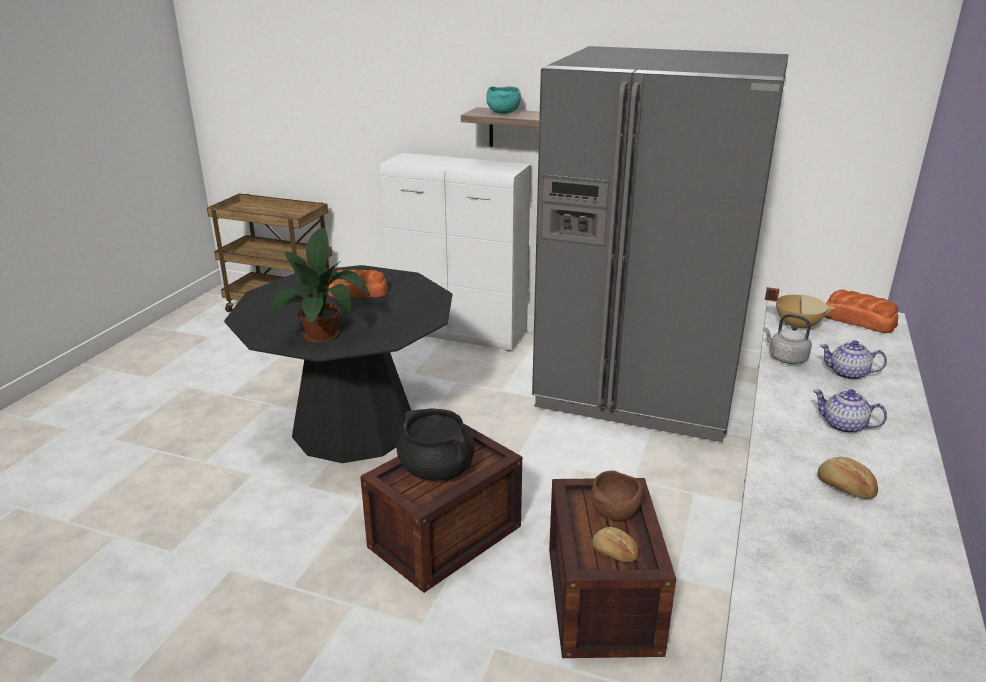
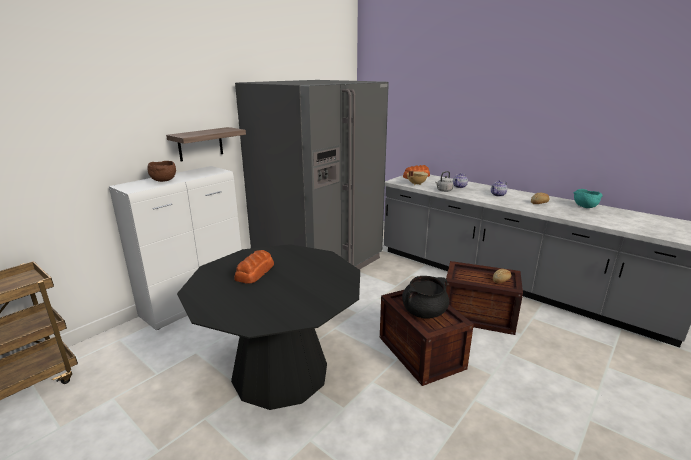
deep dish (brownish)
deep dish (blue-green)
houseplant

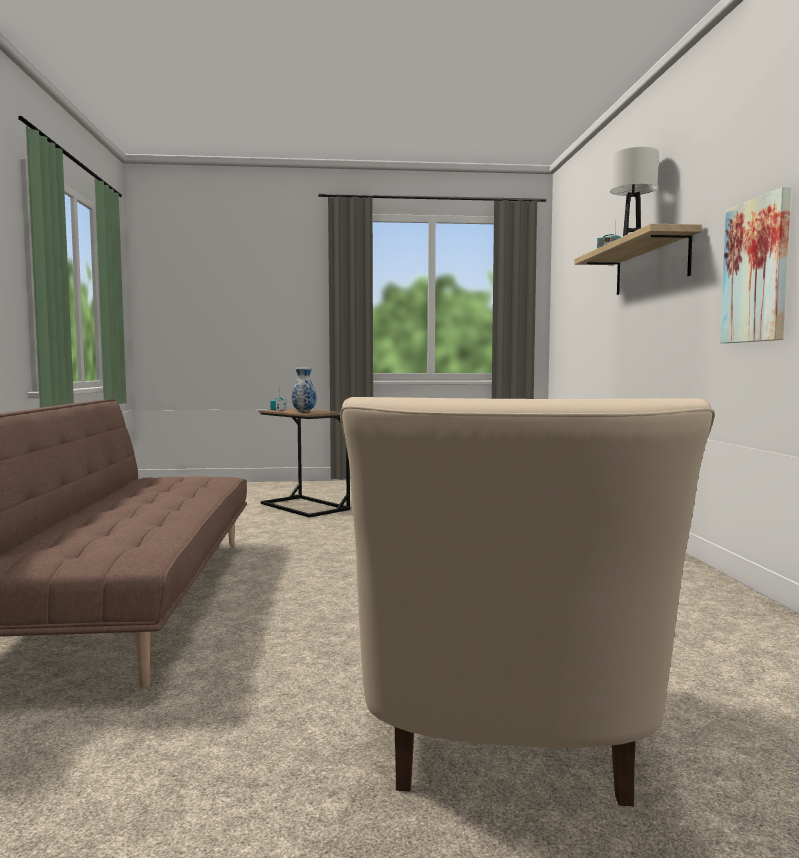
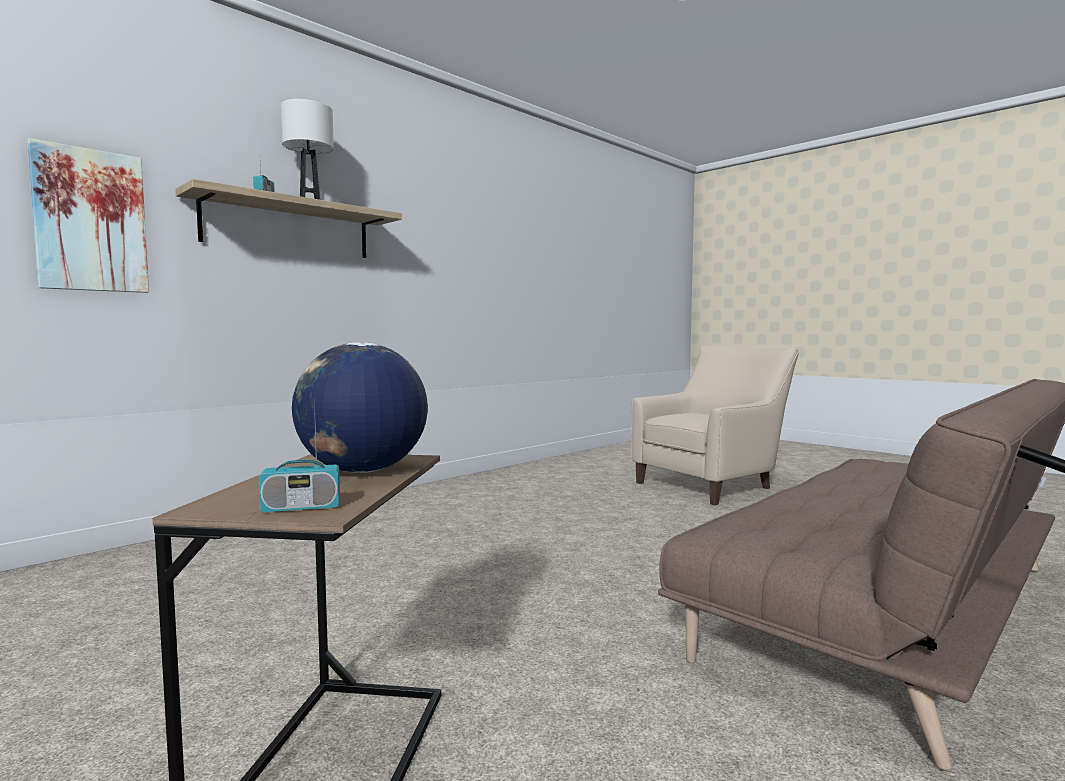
wall art
world globe

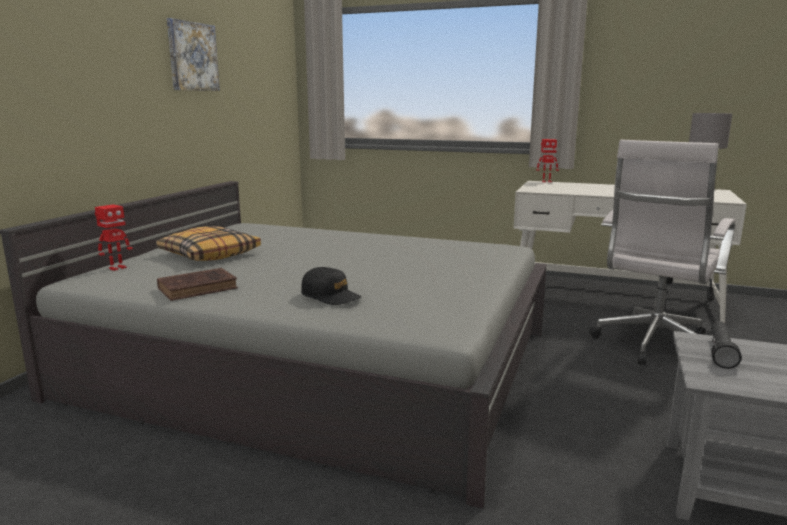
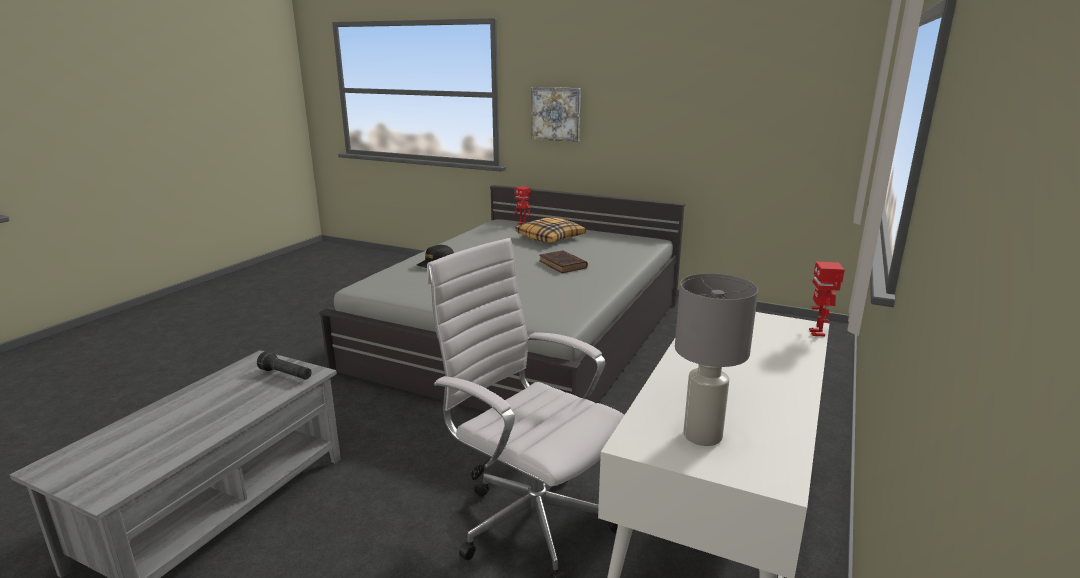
wall art
volume (brownish)

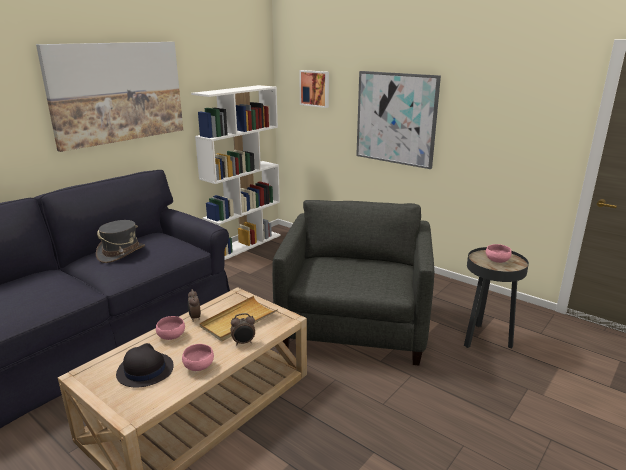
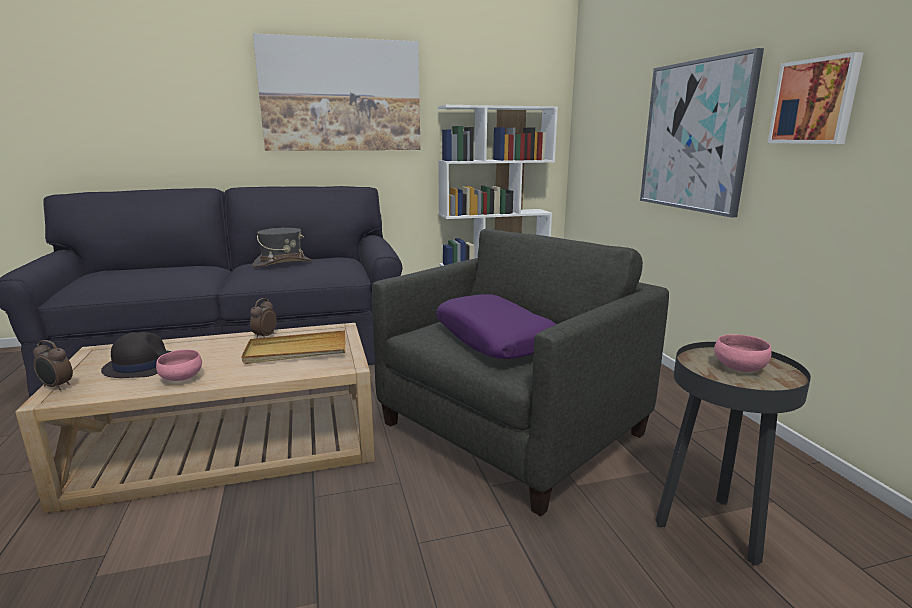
bedside clock (1st from left)
pillow (purple)
wall art (3rd from left)
deep dish (pinkish) (1st from left in the first image)

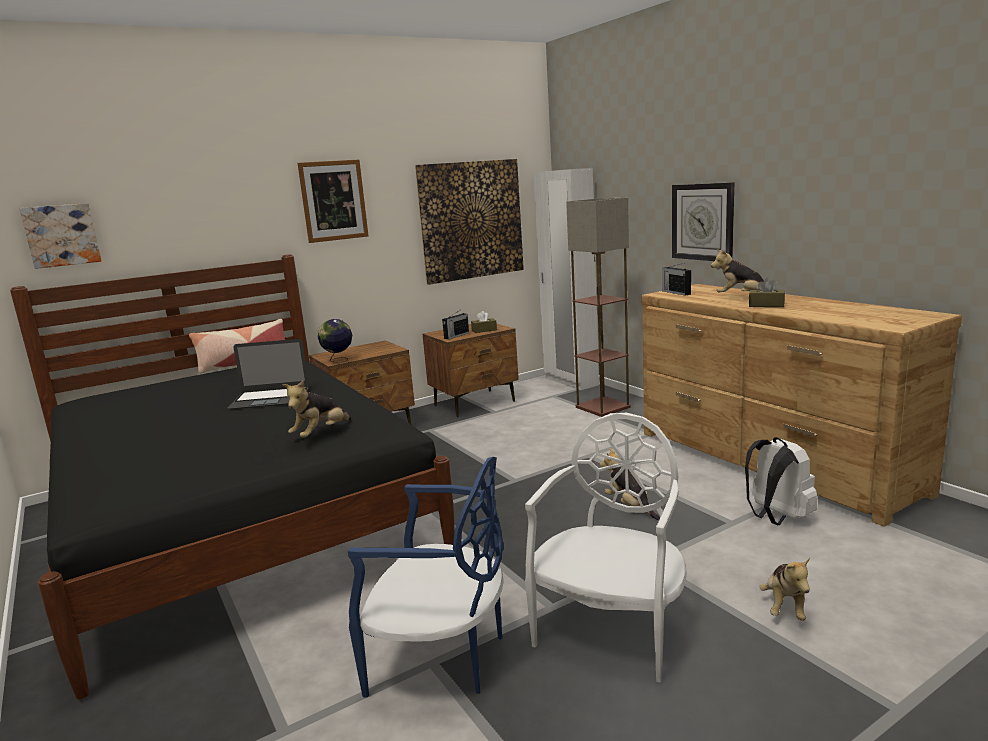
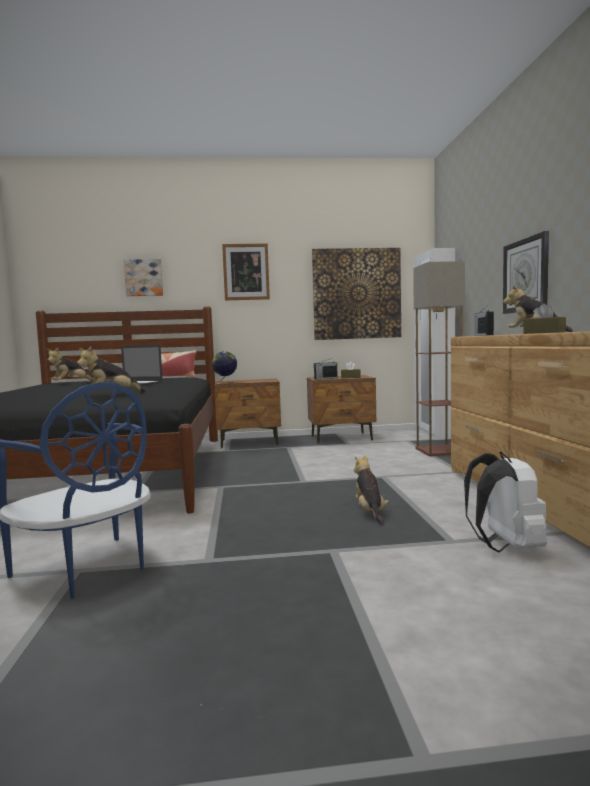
cuddly toy (1st from left)
wall art (1st from left)
plain chair (whitish)

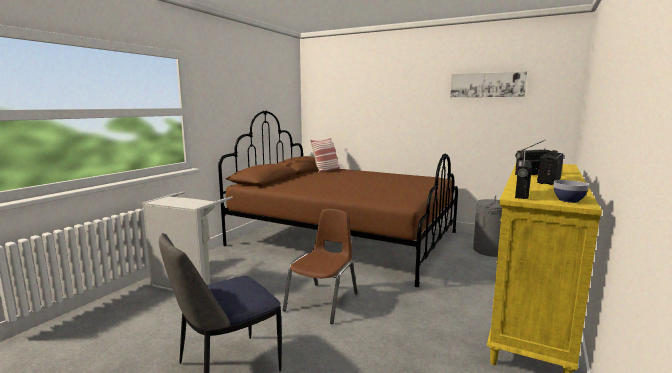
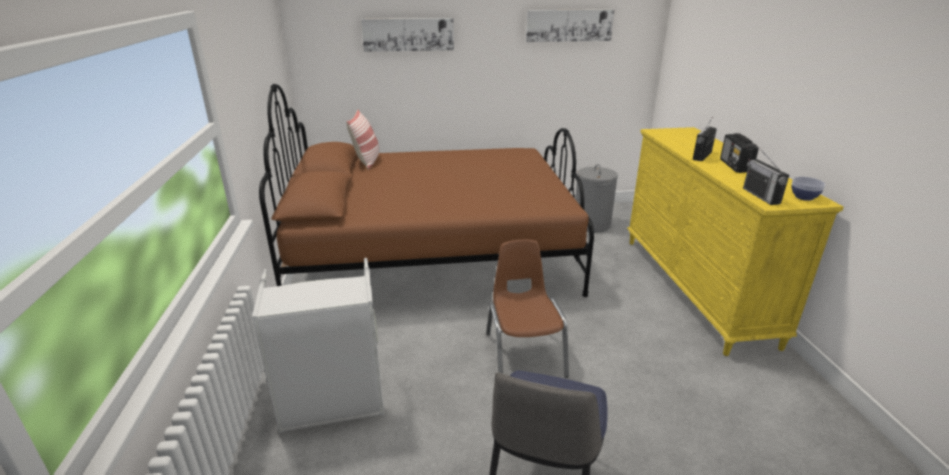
wall art (1st from left)

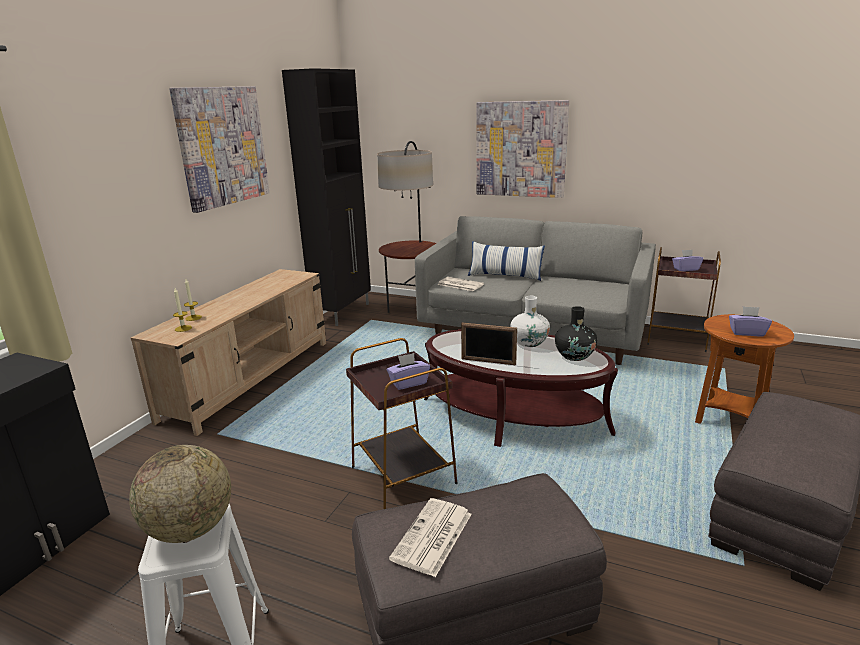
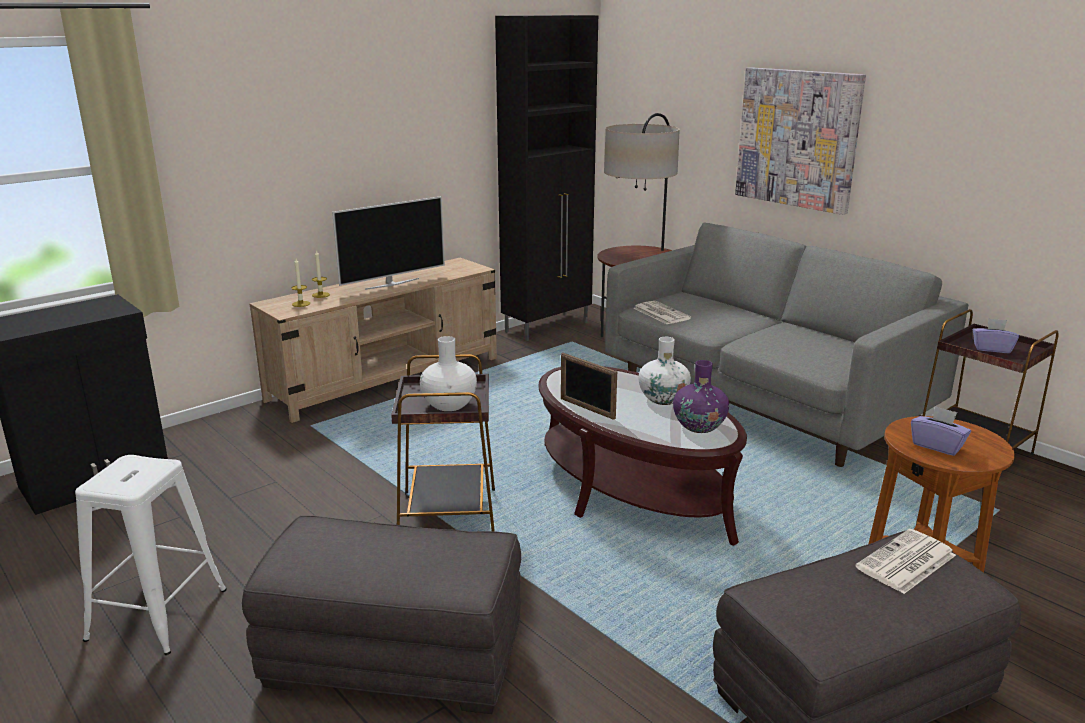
television
vase (whitish) (1st from left)
vase (purple)
newspaper (2nd from left)
world globe
wall art (1st from left in the first image)
pillow

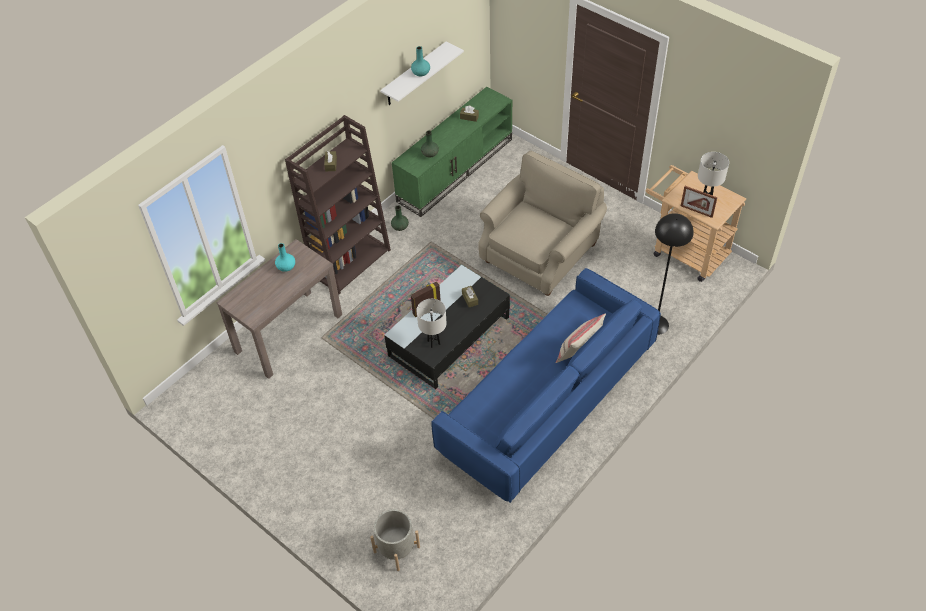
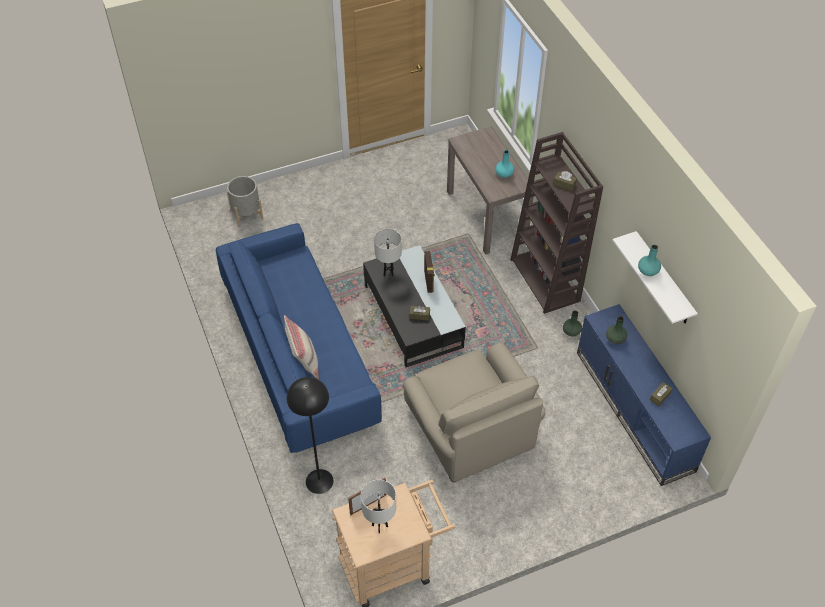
media console (blue)

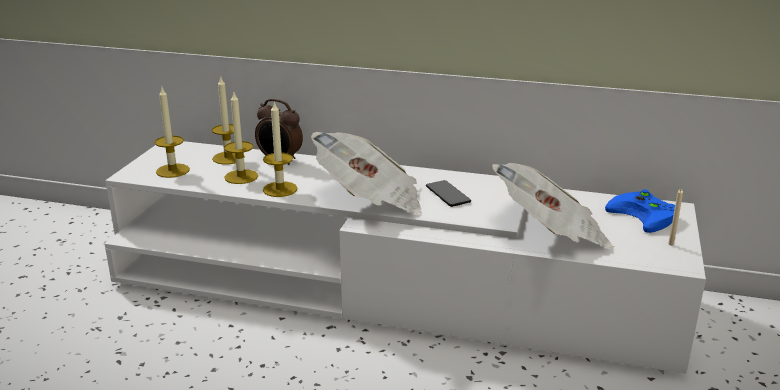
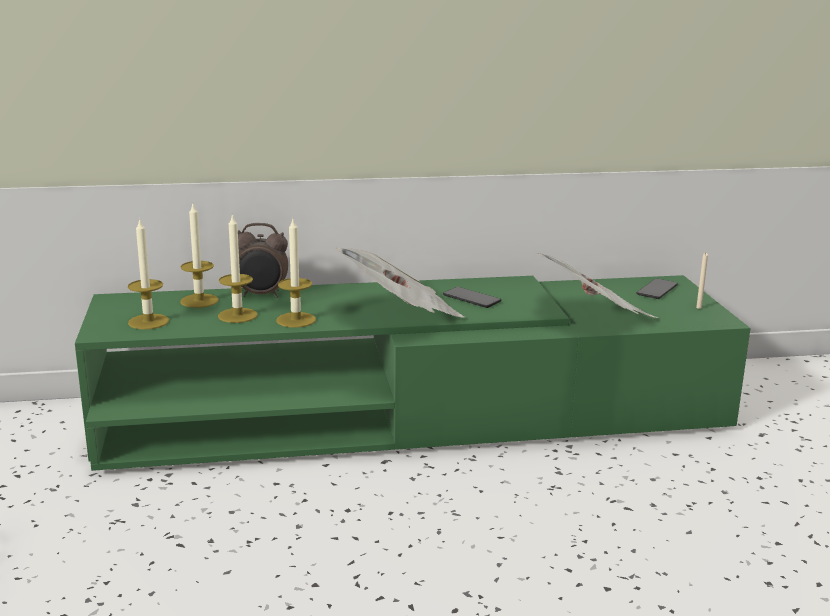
media console (green)
telephone (2nd from left)

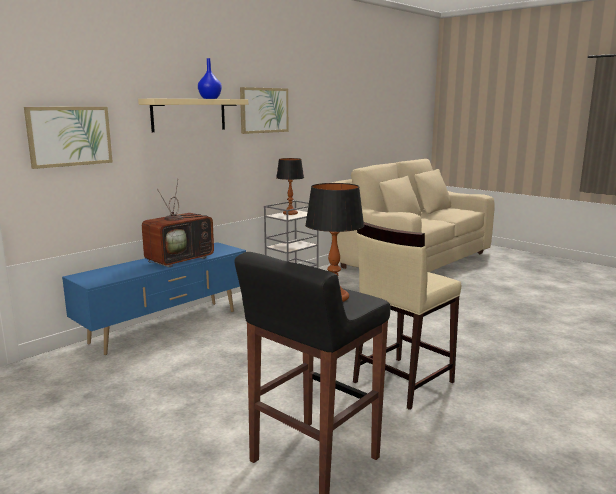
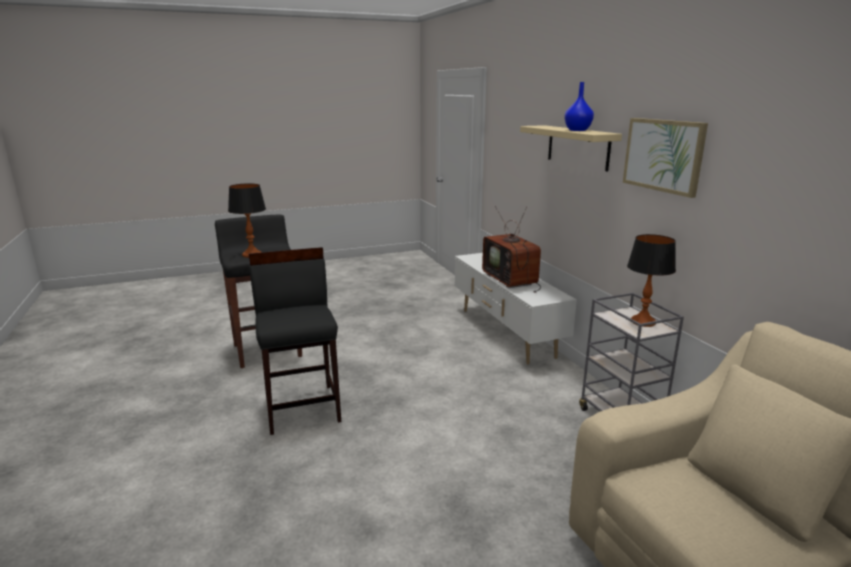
sitting stool (black) (2nd from left)
media console (whitish)
wall art (1st from left in the first image)

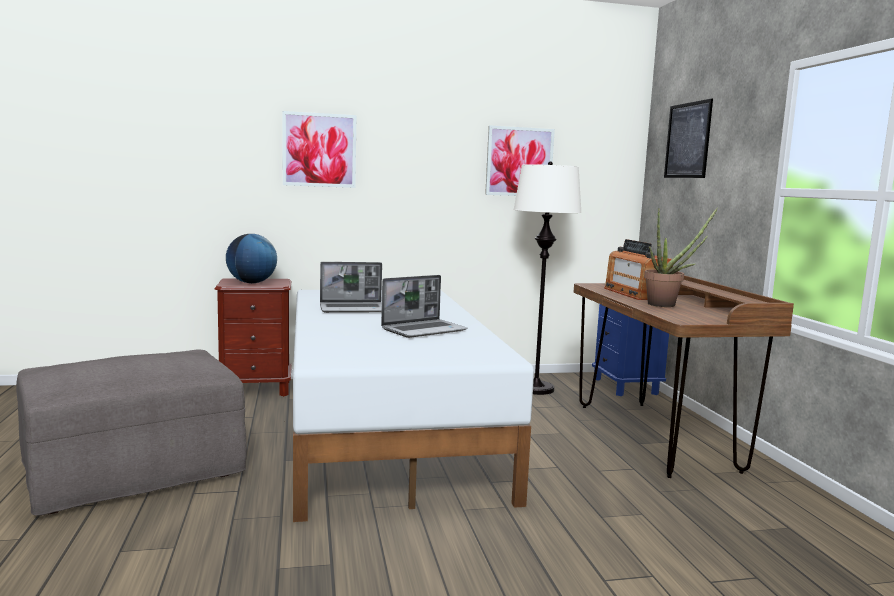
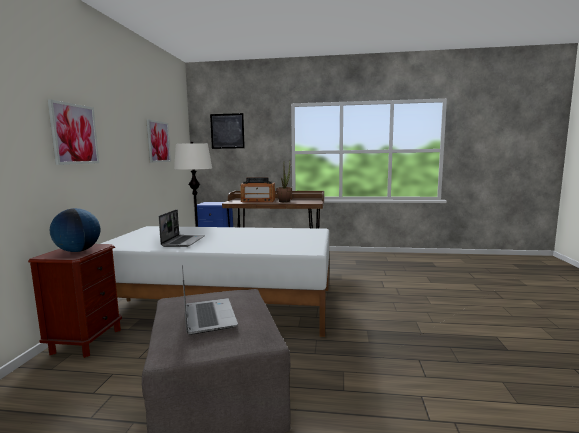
portable computer (2nd from left)

